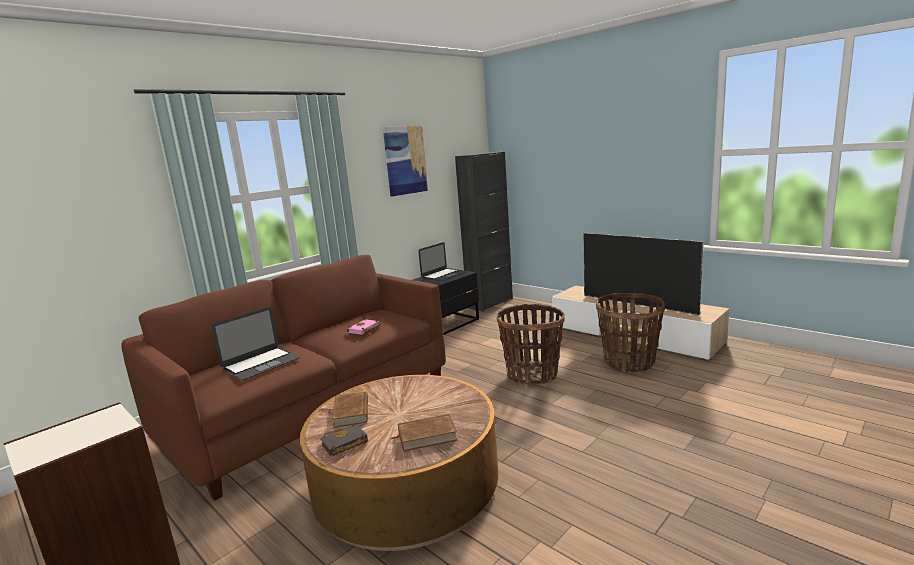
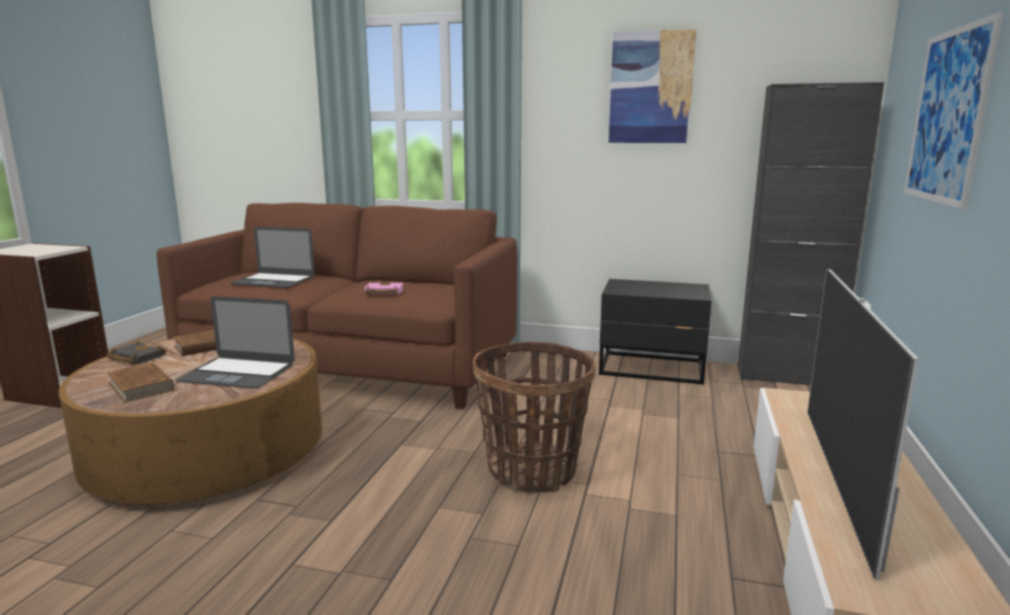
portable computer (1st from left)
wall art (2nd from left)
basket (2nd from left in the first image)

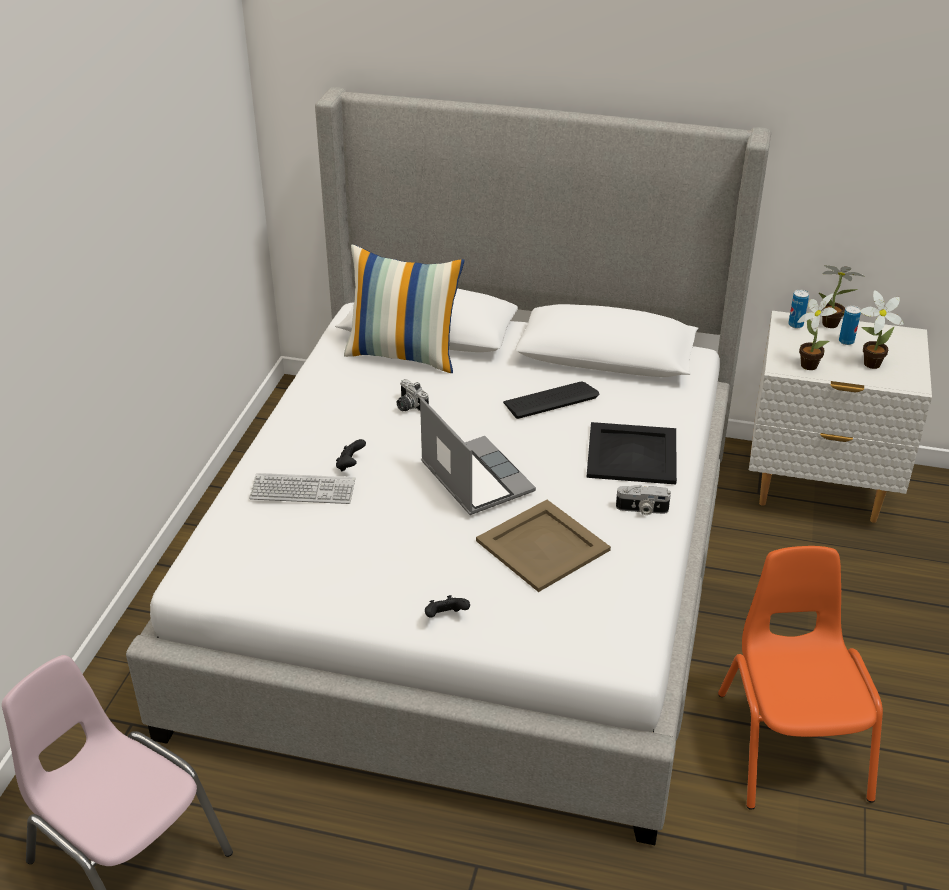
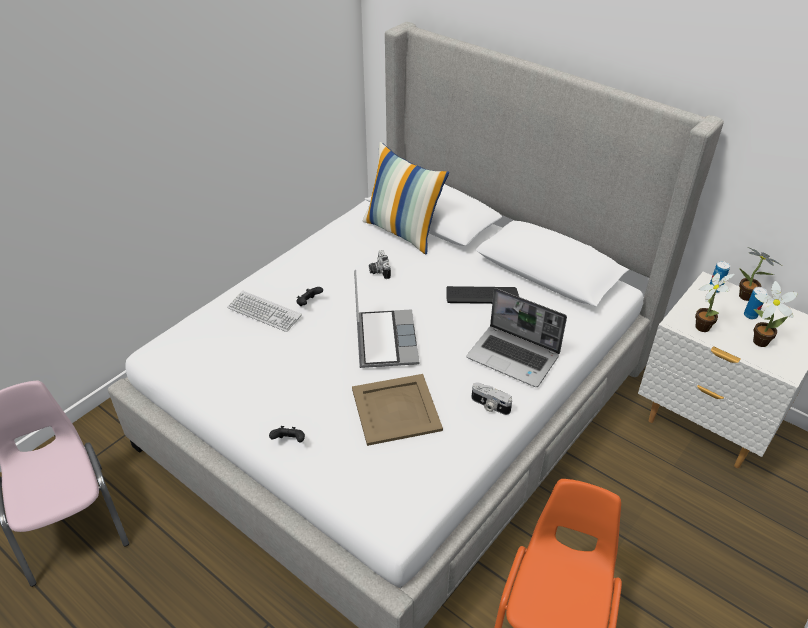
portable computer (2nd from left)

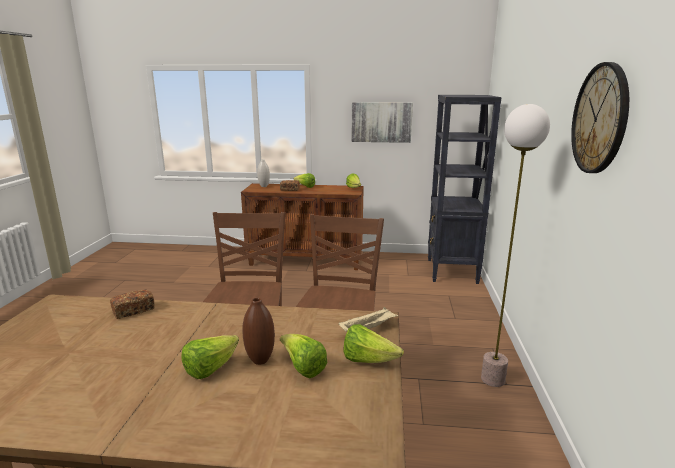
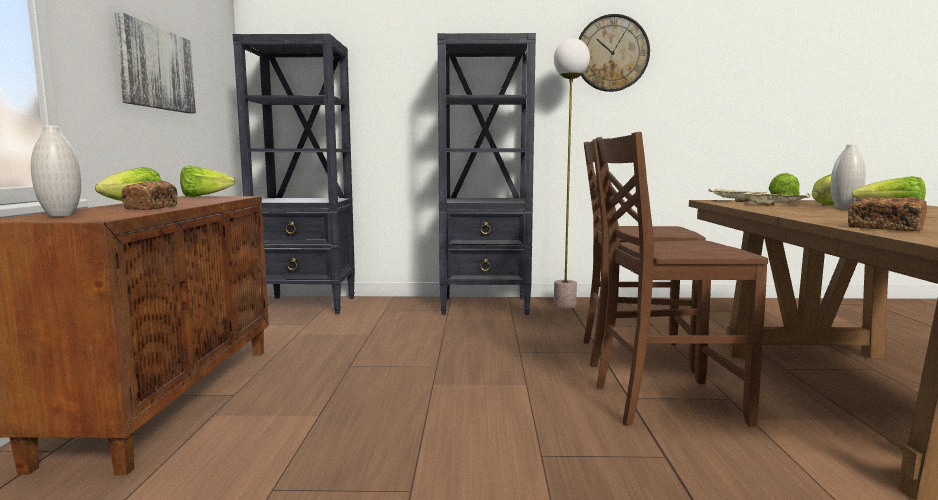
bookcase (black) (2nd from left)
serving tray (beige-coloured) (2nd from left)
vase (whitish) (2nd from left)

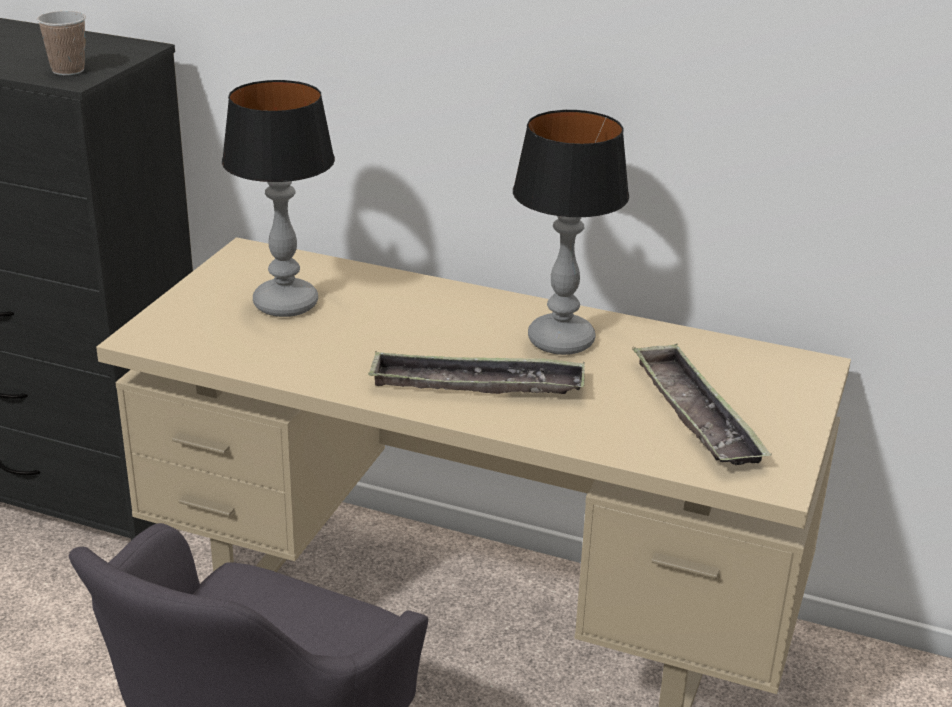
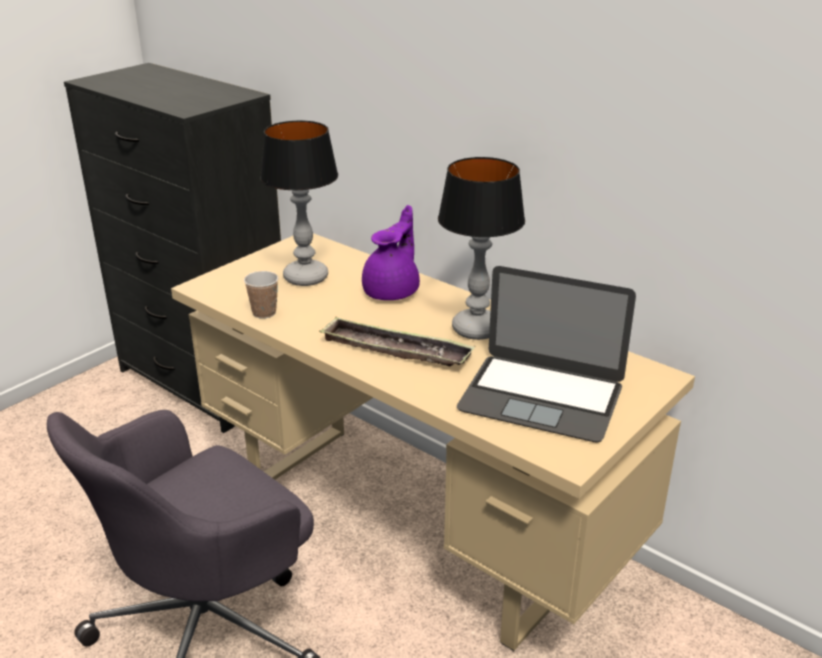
small cup
tea pot (purple)
portable computer

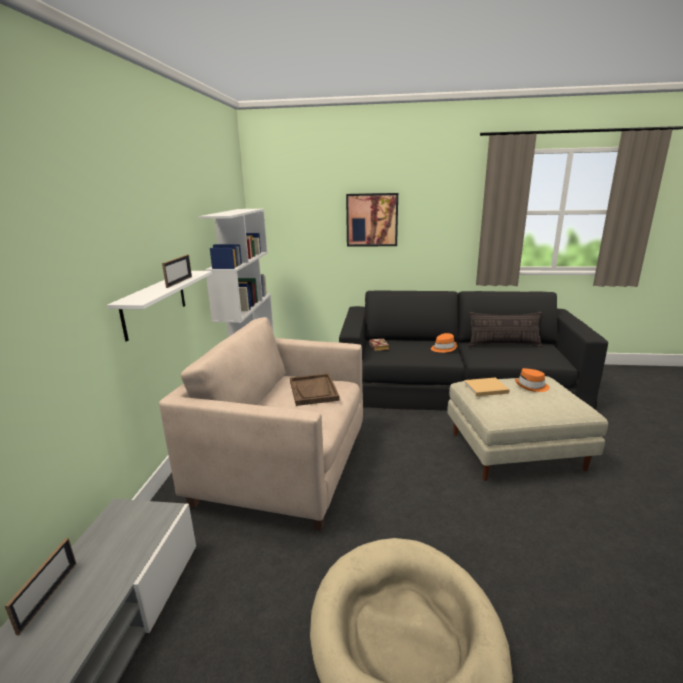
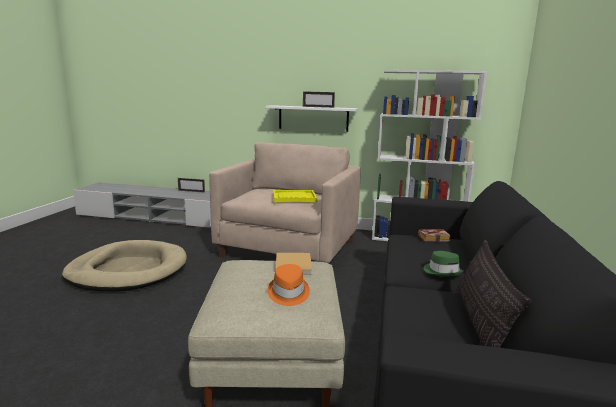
serving tray (yellowish)
clothing hat (green)
wall art

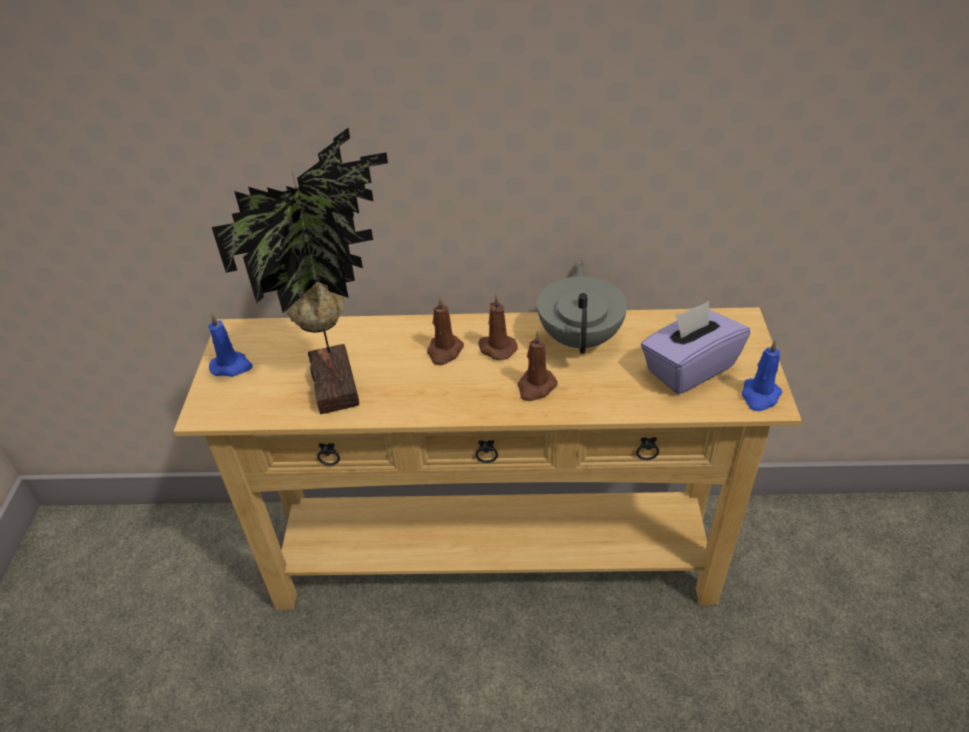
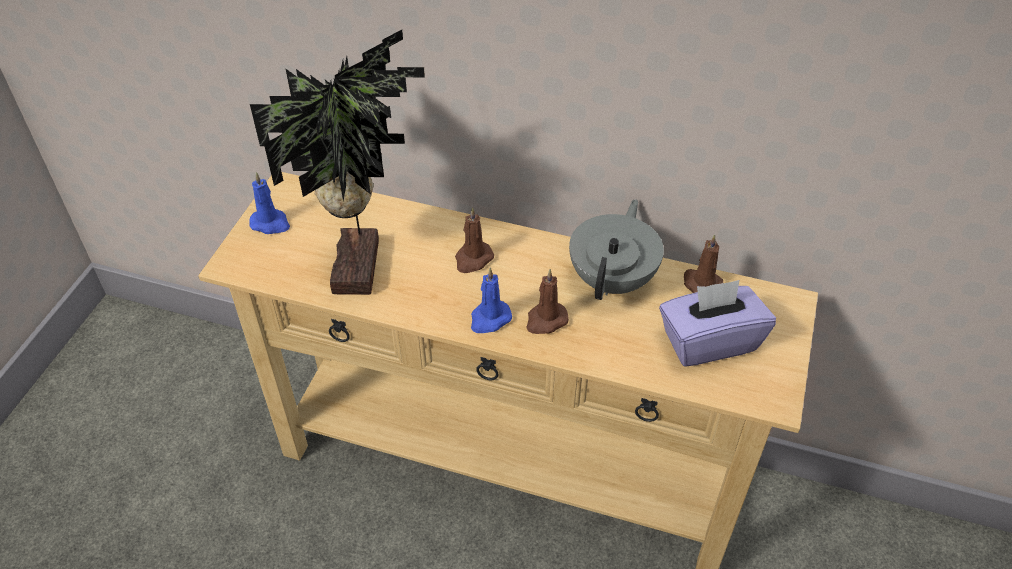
wax light (blue) (2nd from left)
wax light (brownish) (3rd from left)

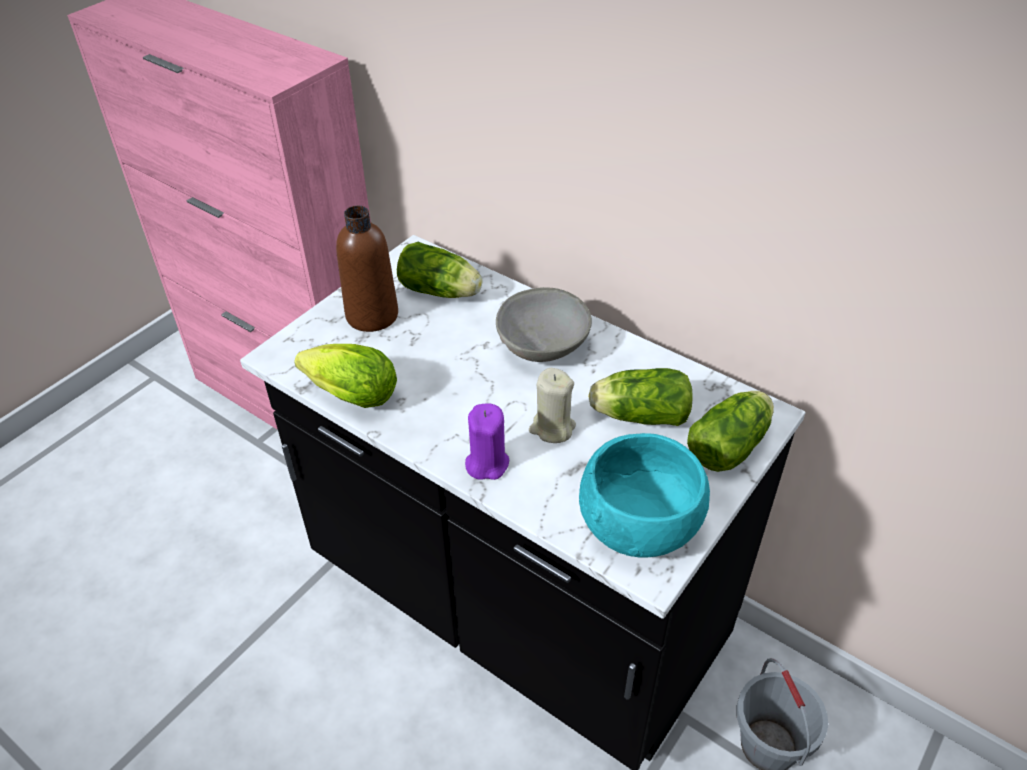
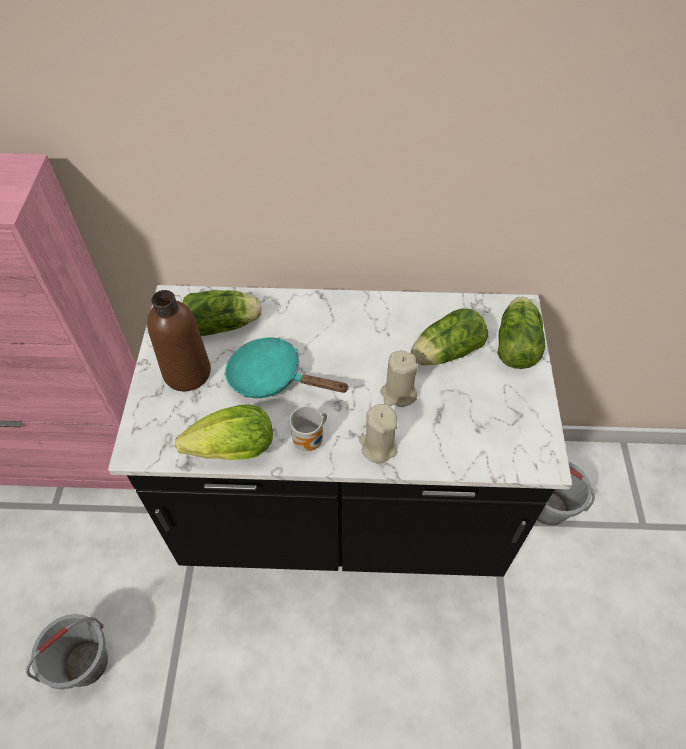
water bucket (grey) (1st from left)
pan (blue-green)
coffee mug
wax light (beige-coloured) (1st from left)
deep dish (grey)
deep dish (blue-green)

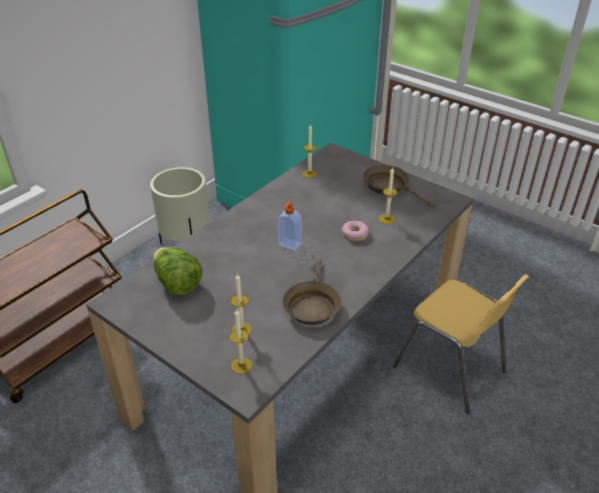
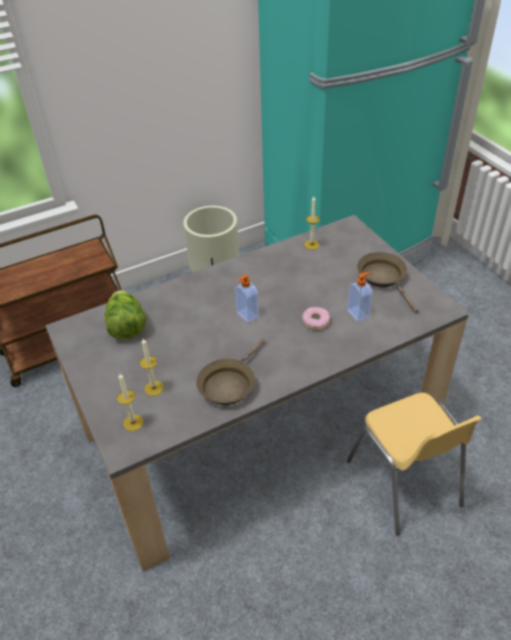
liquid soap bottle (2nd from left)

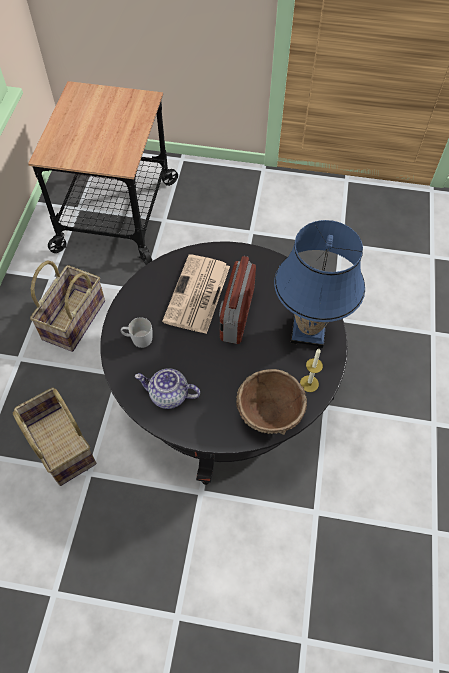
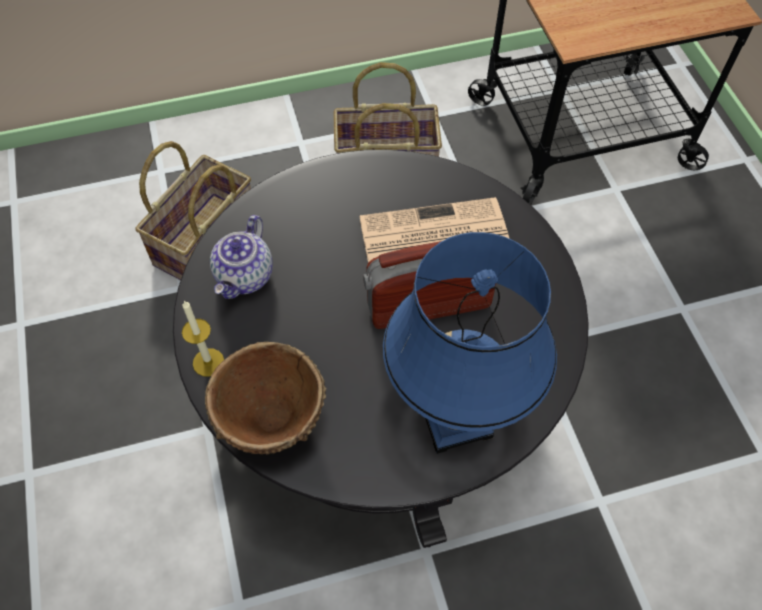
wax light
tea pot
coffee mug (whitish)

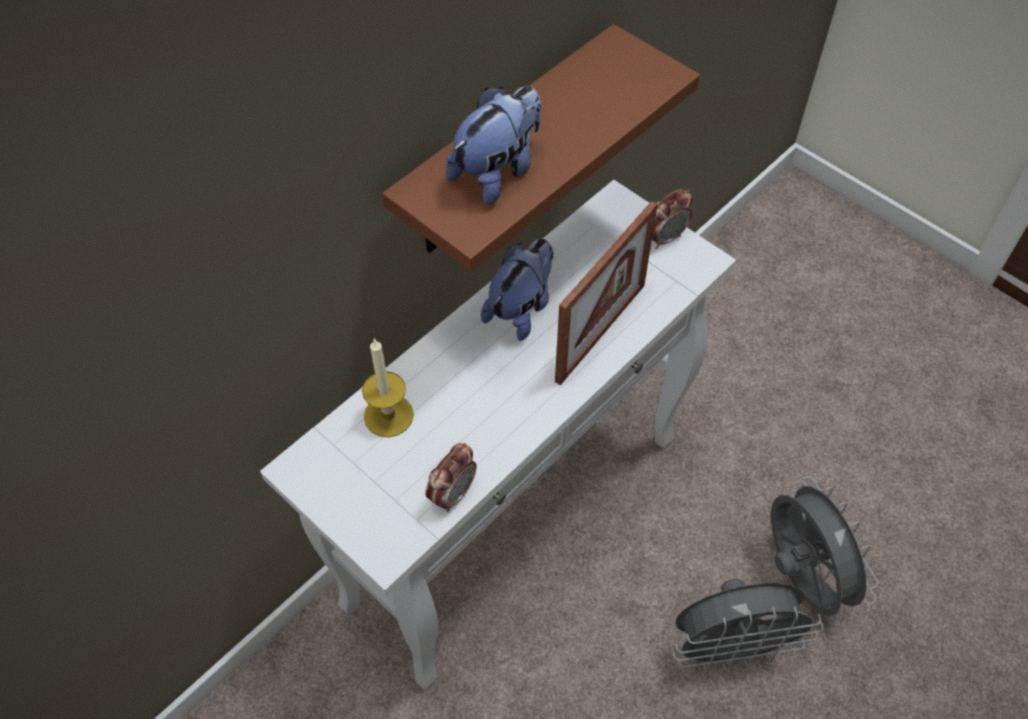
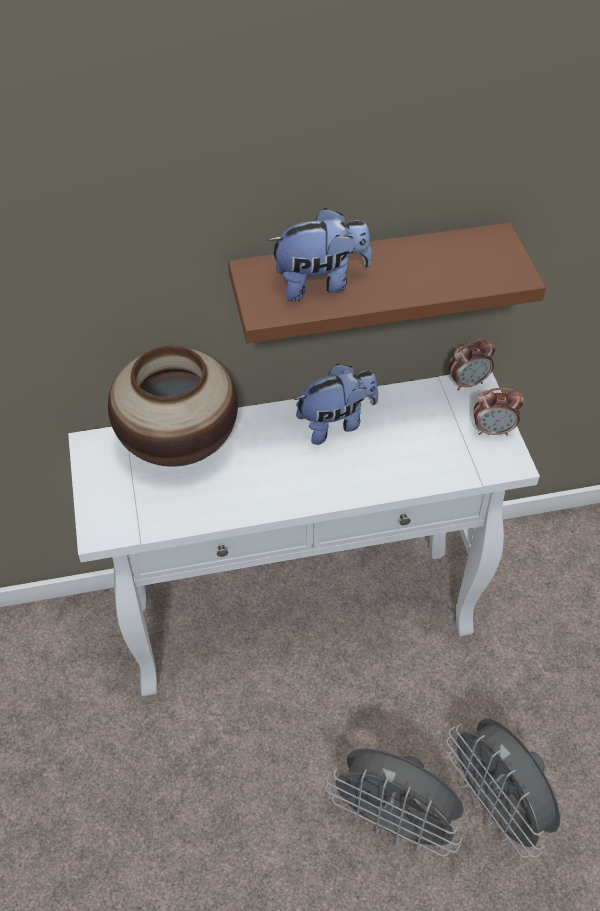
vase
electric fan (grey) (2nd from left)
bedside clock (1st from left)
picture frame

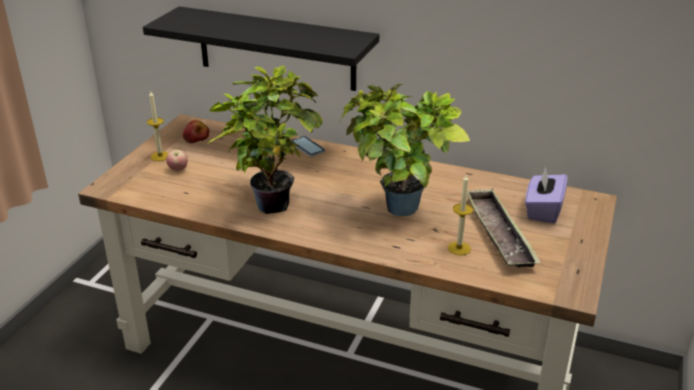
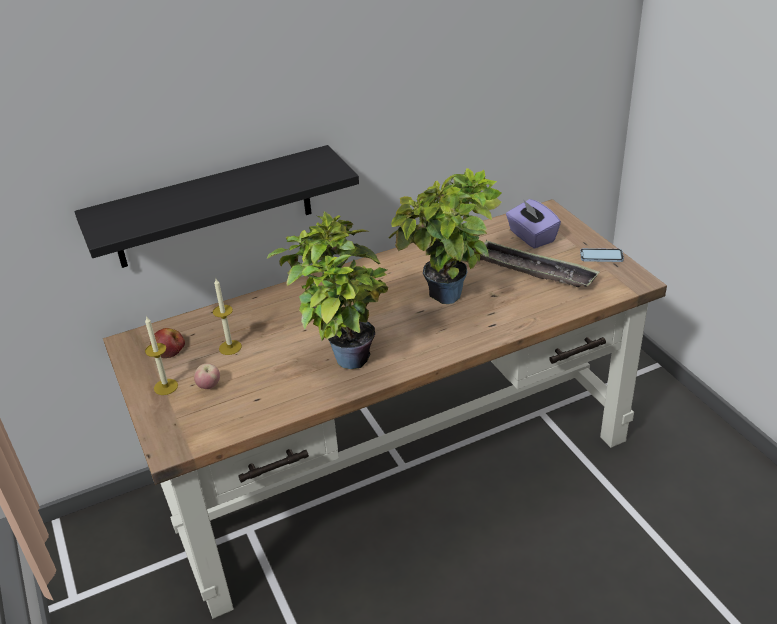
wax light (2nd from left)
telephone

